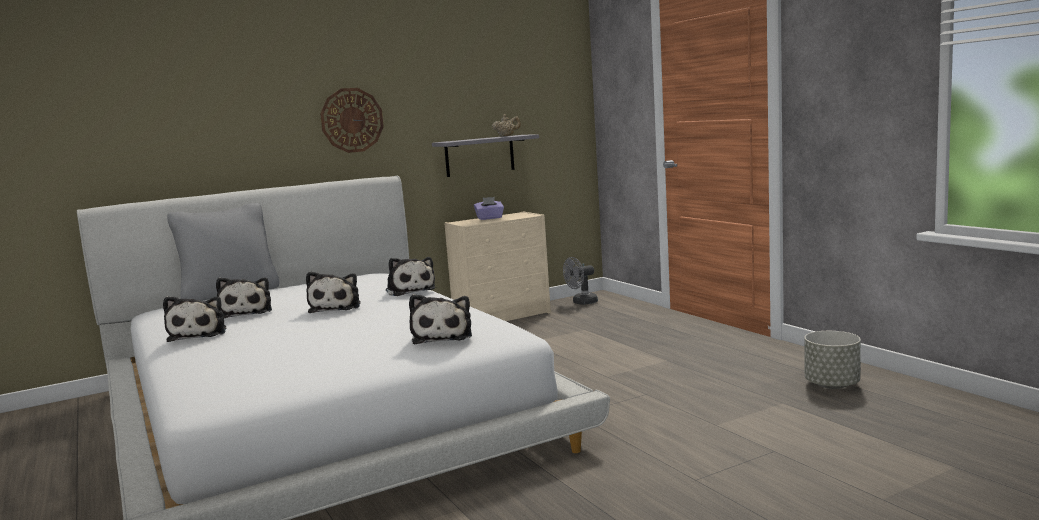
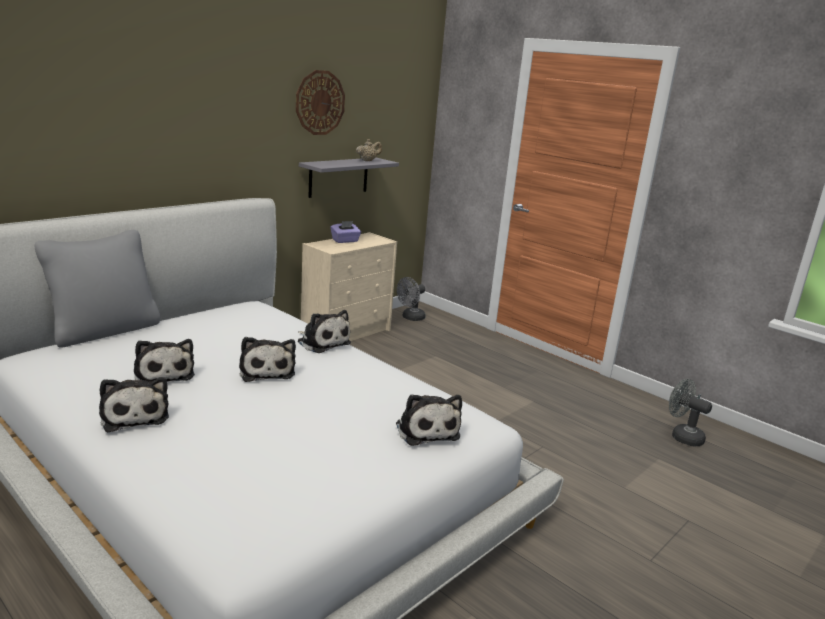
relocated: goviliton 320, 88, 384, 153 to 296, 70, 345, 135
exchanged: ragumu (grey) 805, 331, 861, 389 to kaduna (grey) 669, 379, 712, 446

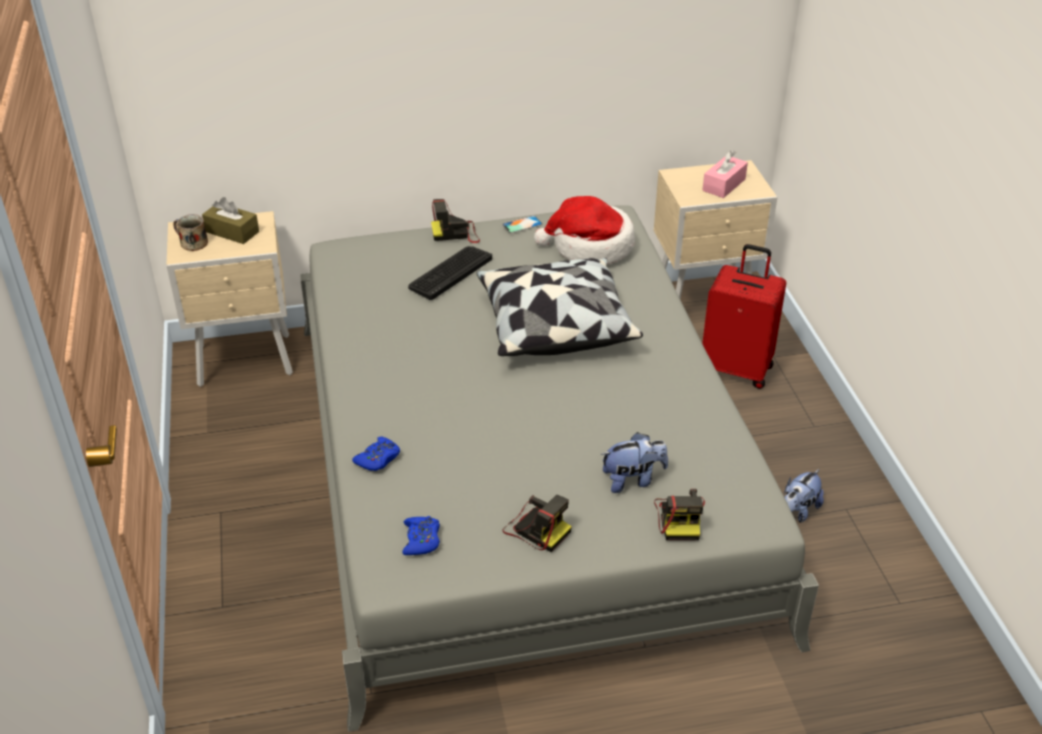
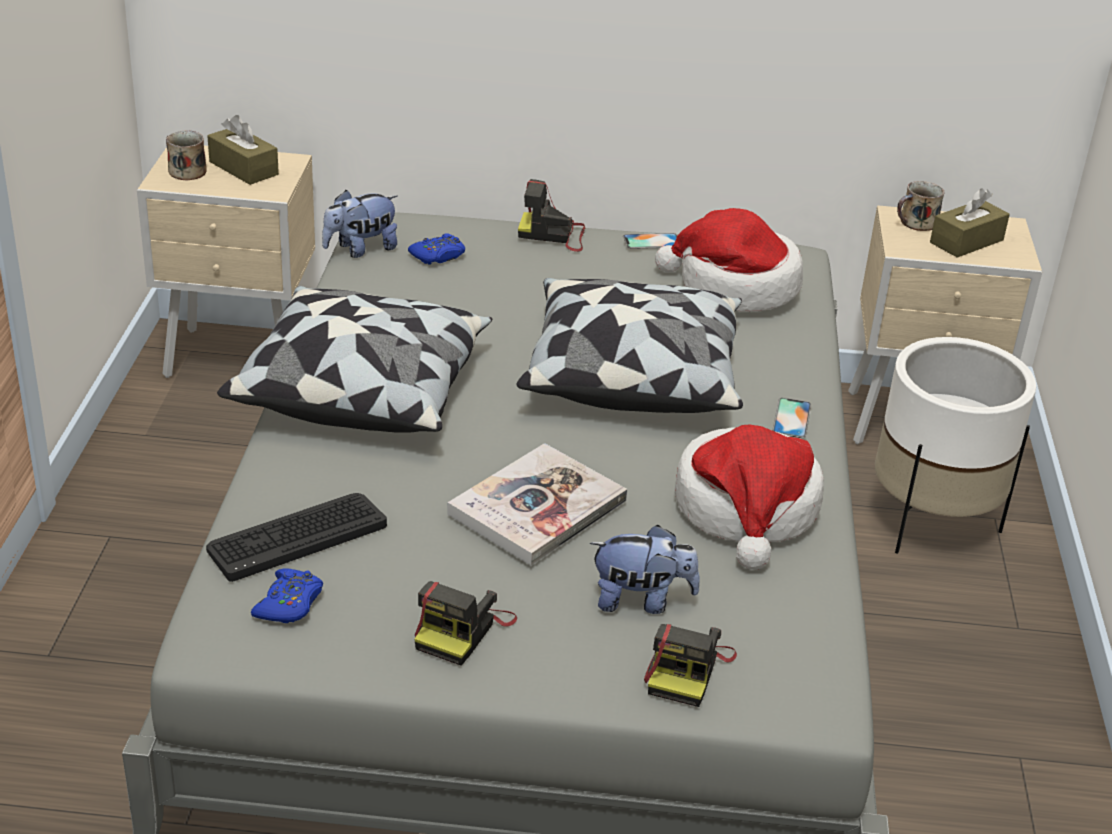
appeared: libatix 897, 181, 944, 231; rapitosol 217, 286, 492, 433; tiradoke 772, 398, 812, 438; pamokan 675, 425, 824, 570; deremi 447, 443, 627, 566
relocated: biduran 408, 246, 492, 300 to 206, 493, 387, 582; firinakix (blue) 352, 437, 400, 471 to 408, 233, 465, 265; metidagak 784, 469, 824, 523 to 322, 190, 398, 258
exchanged: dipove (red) 702, 244, 786, 389 to ragumu (white) 875, 337, 1036, 554
colour: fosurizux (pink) 703, 150, 748, 198 to fosurizux (brown) 930, 188, 1010, 258
spun: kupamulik 503, 495, 572, 552 = 414, 581, 517, 666 60 degrees clockwise

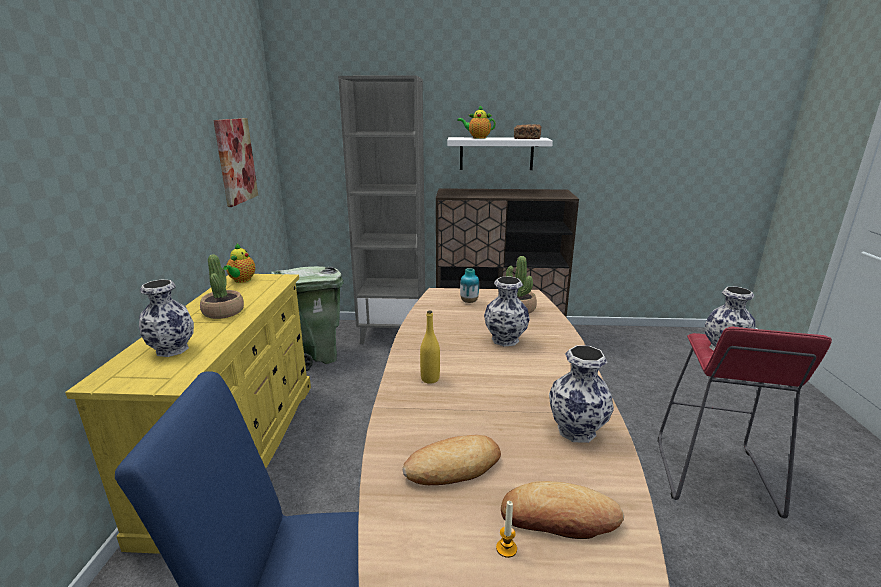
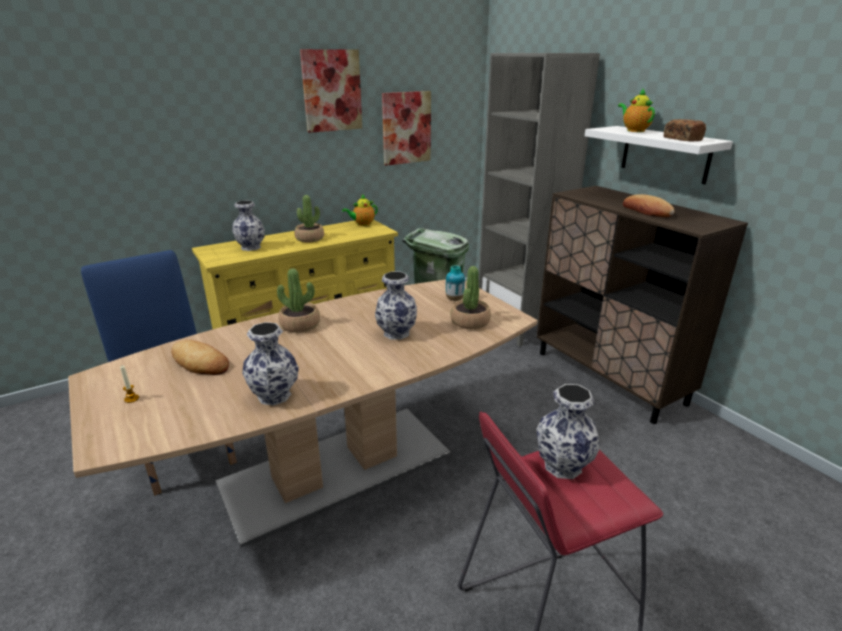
appeared: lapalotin 300, 49, 362, 133
relocated: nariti 501, 481, 624, 539 to 623, 194, 675, 218
exchanged: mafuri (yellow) 420, 310, 440, 384 to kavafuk 277, 268, 320, 333

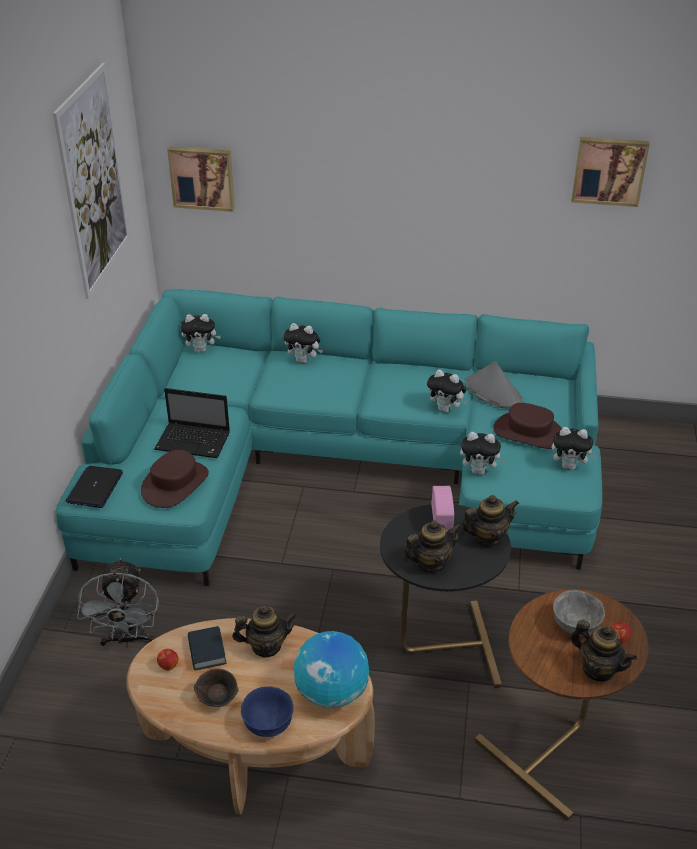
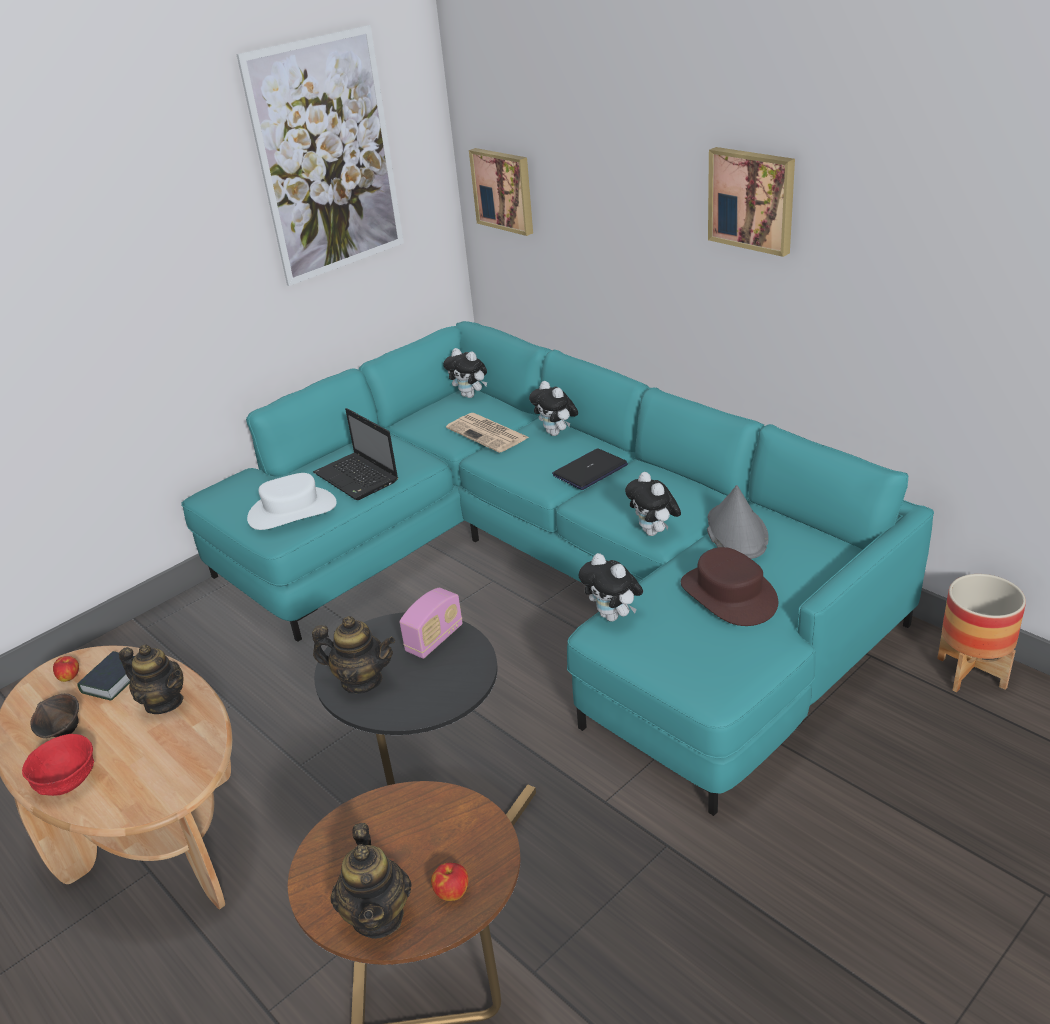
missing: metidagak 552, 427, 597, 470; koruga 461, 495, 519, 547; kaduna (grey) 77, 558, 159, 647; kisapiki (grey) 553, 590, 605, 636; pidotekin 294, 631, 369, 708
appeared: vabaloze 446, 413, 529, 453; ragumu 937, 574, 1026, 693
relocated: lapalotin 572, 137, 650, 207 to 708, 147, 795, 257; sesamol 65, 466, 123, 508 to 552, 449, 628, 490
colour: pamokan (brown) 141, 450, 209, 508 to pamokan (white) 247, 473, 337, 530; kisapiki (blue) 241, 687, 294, 737 to kisapiki (red) 22, 734, 94, 796

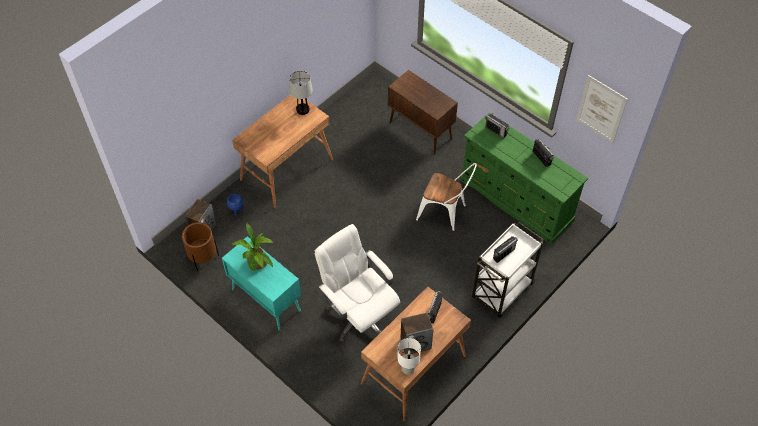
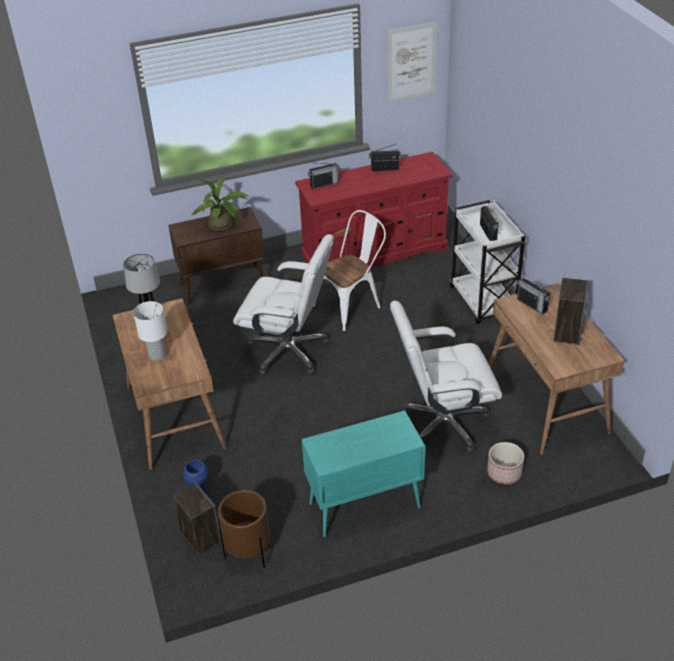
appeared: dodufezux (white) 233, 234, 334, 375; ragumu 487, 442, 524, 484
relocated: kavafuk 232, 223, 273, 271 to 192, 178, 249, 231; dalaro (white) 397, 338, 421, 375 to 133, 301, 167, 361
colour: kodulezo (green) 460, 113, 588, 245 to kodulezo (red) 295, 152, 452, 267

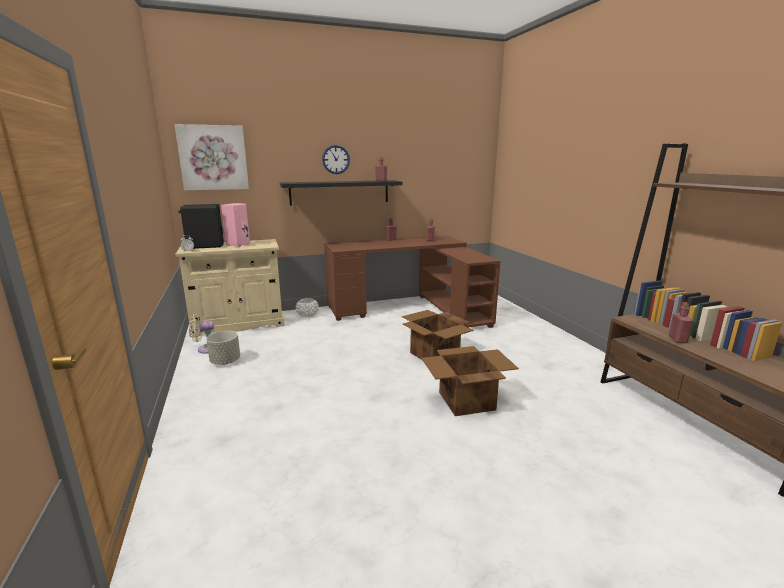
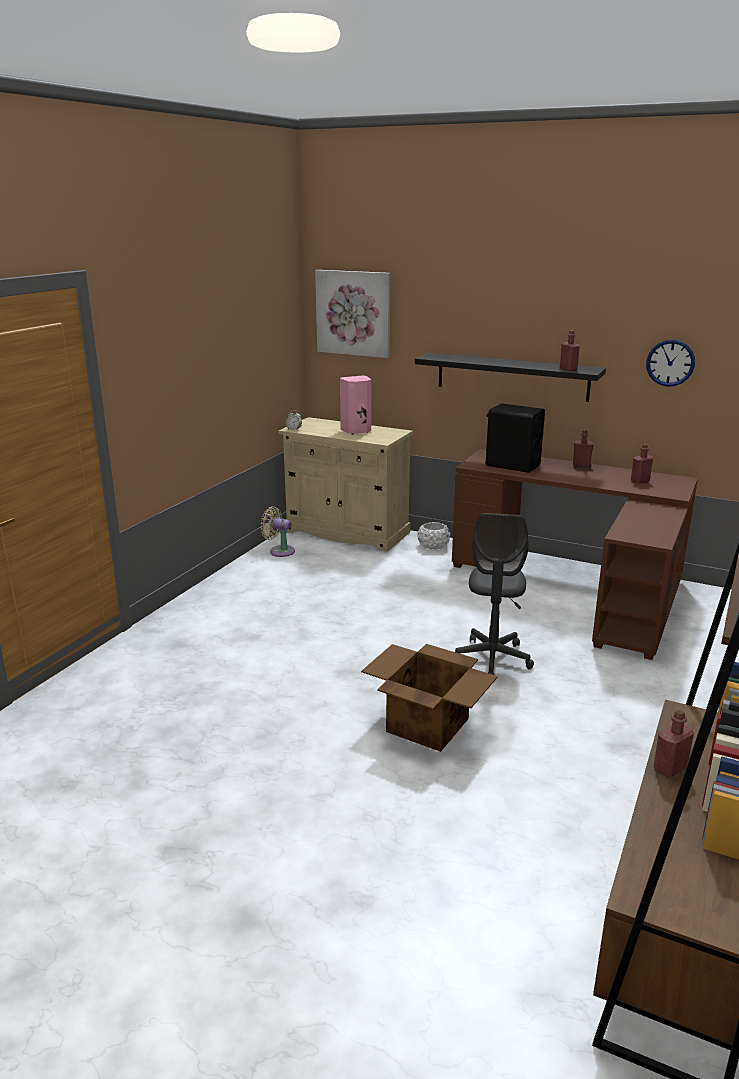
missing: ragumu (grey) 206, 331, 240, 365
relocated: goviliton 322, 145, 350, 174 to 646, 340, 695, 387; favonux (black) 178, 204, 224, 249 to 486, 403, 545, 473
exchanged: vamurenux 402, 310, 473, 360 to dodufezux (grey) 455, 513, 534, 675

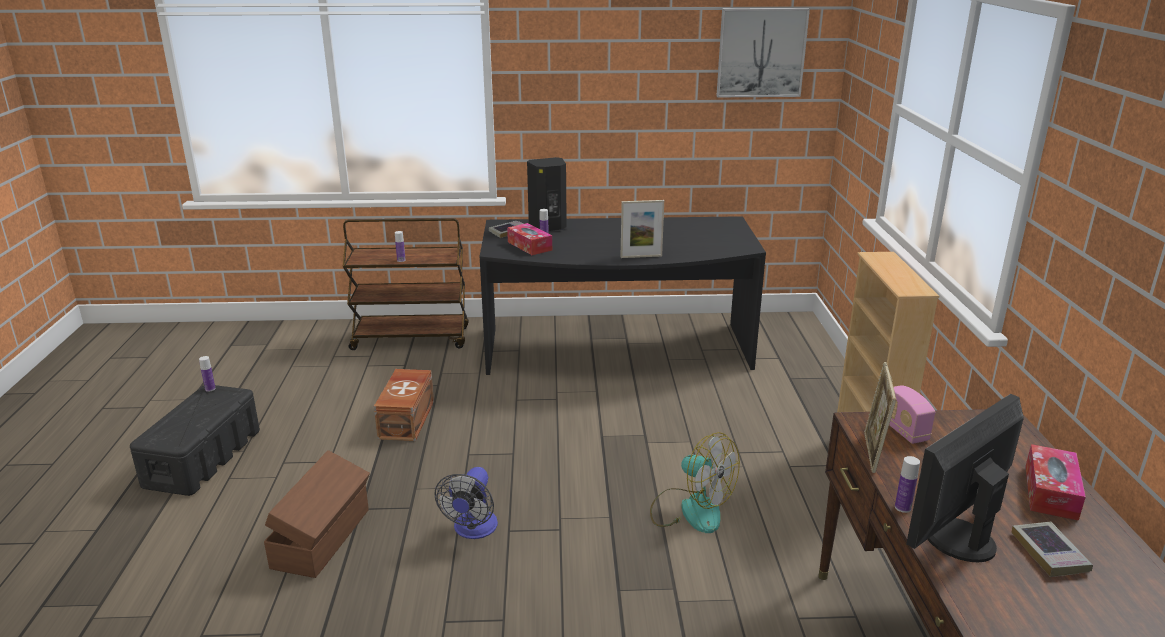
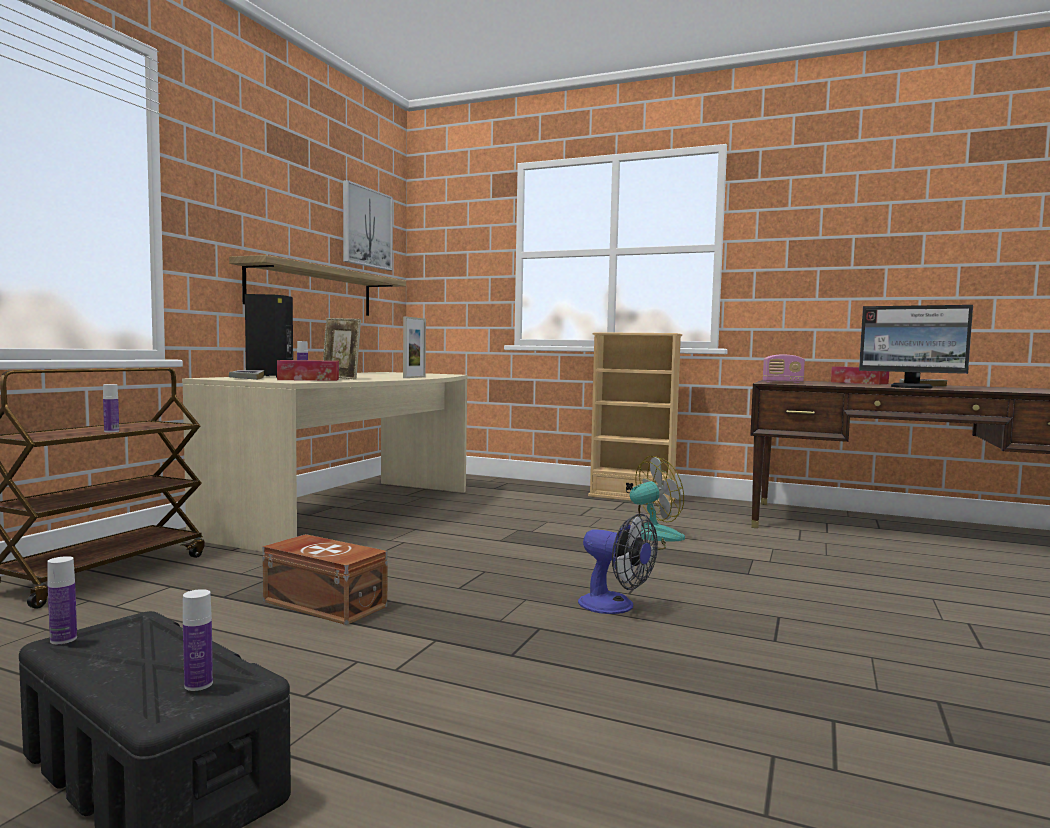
missing: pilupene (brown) 264, 450, 370, 578
appeared: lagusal 229, 255, 406, 316
relocated: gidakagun 864, 362, 897, 473 to 323, 318, 361, 380; mafuri 895, 456, 920, 513 to 183, 589, 213, 691
colour: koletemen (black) 480, 216, 766, 375 to koletemen (beige) 182, 372, 468, 552
spun: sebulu 906, 394, 1024, 562 = 859, 305, 973, 388 45 degrees counterclockwise

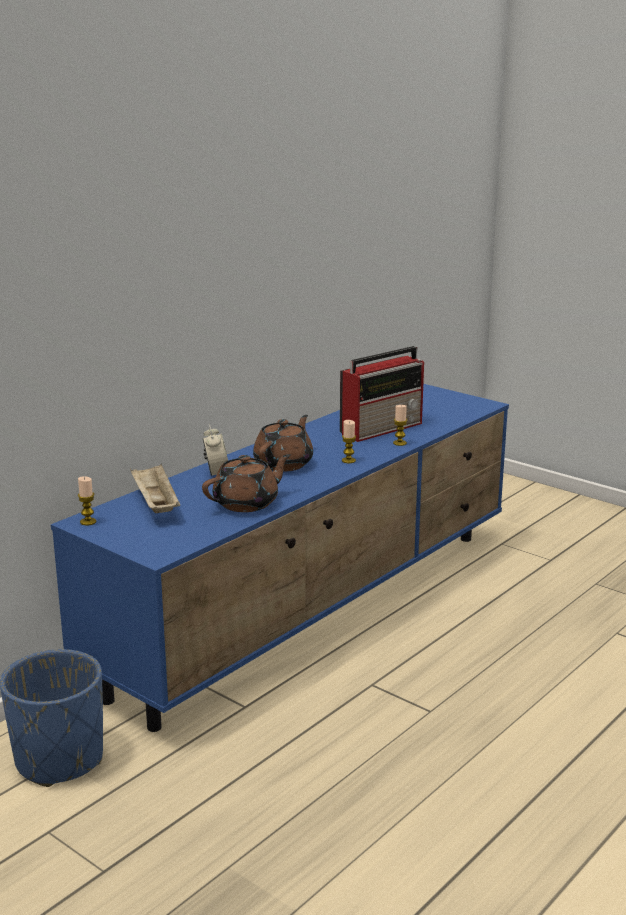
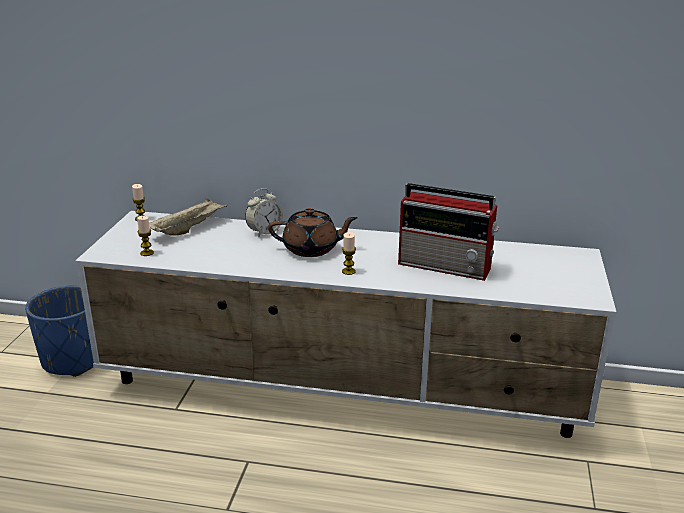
missing: koruga (brown) 202, 454, 291, 512
relocated: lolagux 393, 405, 408, 446 to 137, 216, 154, 256
colour: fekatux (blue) 51, 384, 509, 732 to fekatux (white) 75, 211, 616, 438

